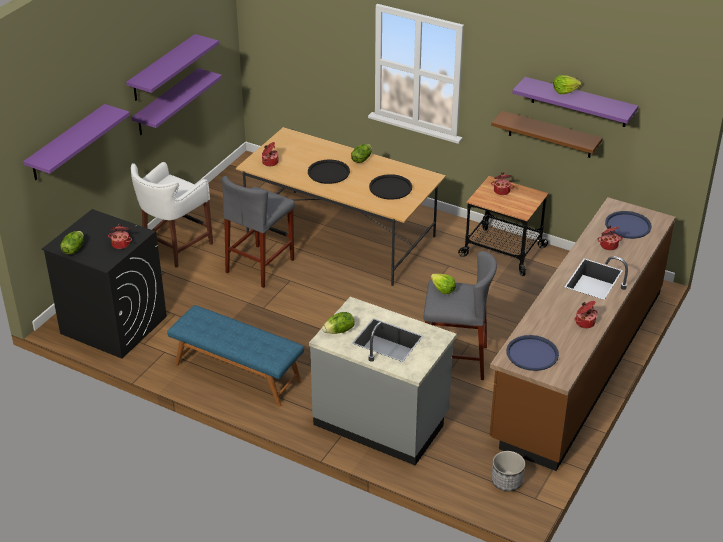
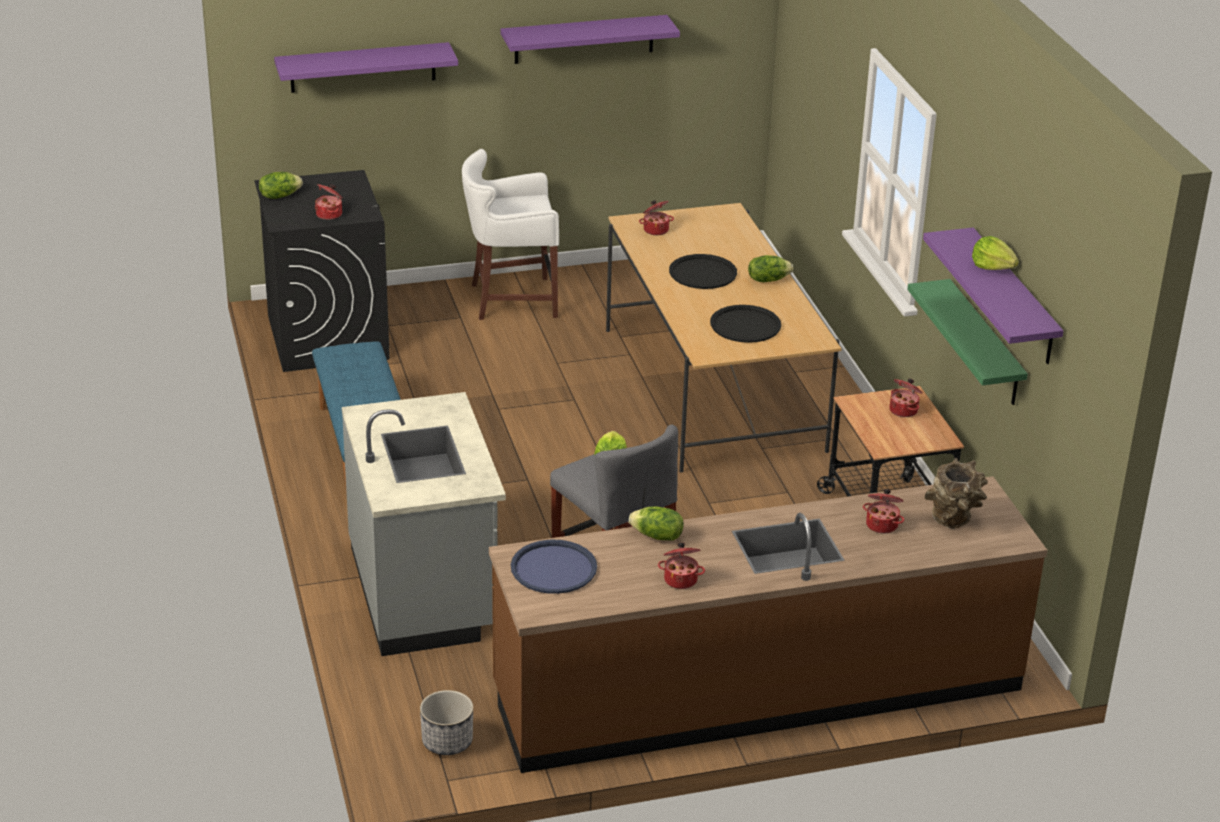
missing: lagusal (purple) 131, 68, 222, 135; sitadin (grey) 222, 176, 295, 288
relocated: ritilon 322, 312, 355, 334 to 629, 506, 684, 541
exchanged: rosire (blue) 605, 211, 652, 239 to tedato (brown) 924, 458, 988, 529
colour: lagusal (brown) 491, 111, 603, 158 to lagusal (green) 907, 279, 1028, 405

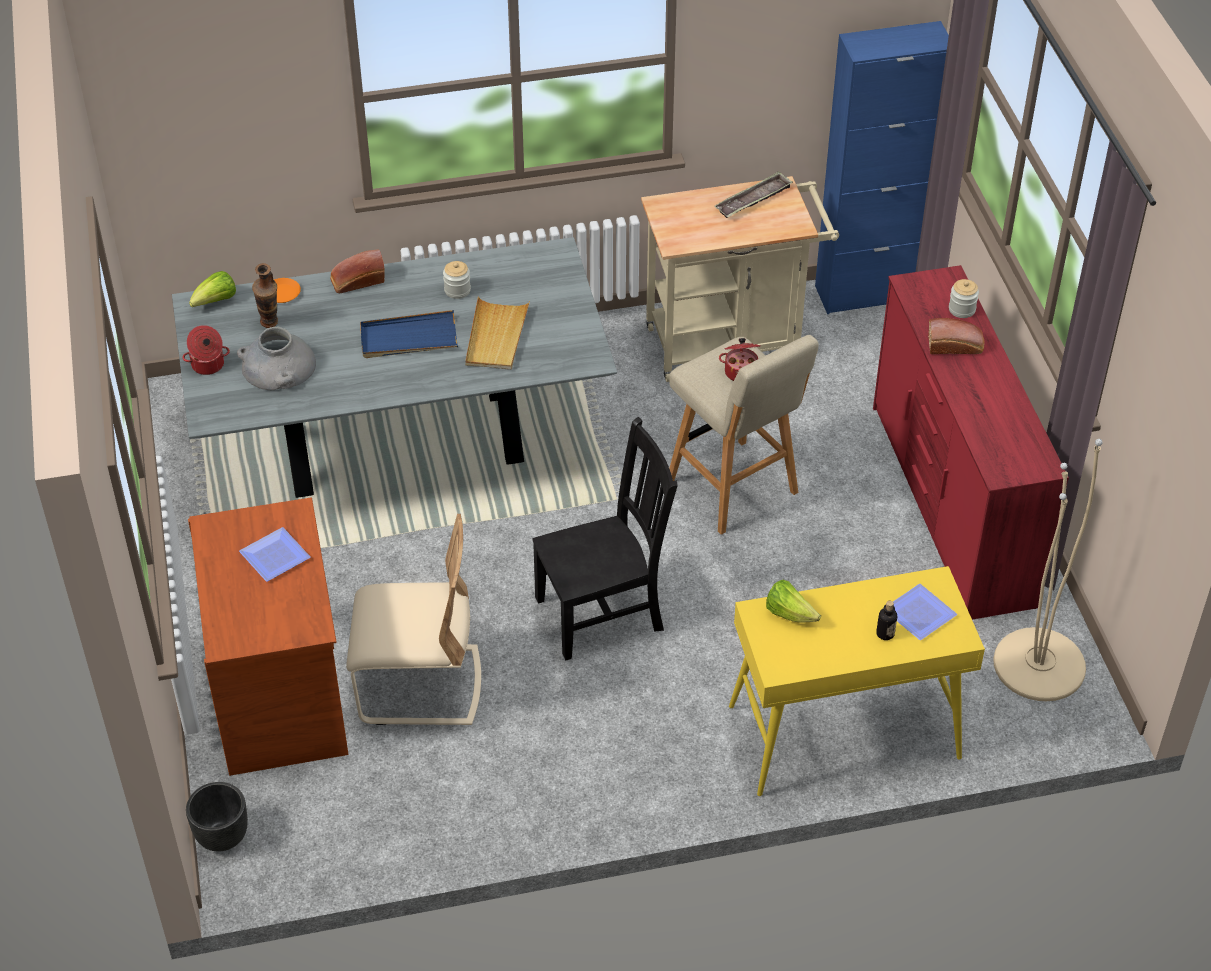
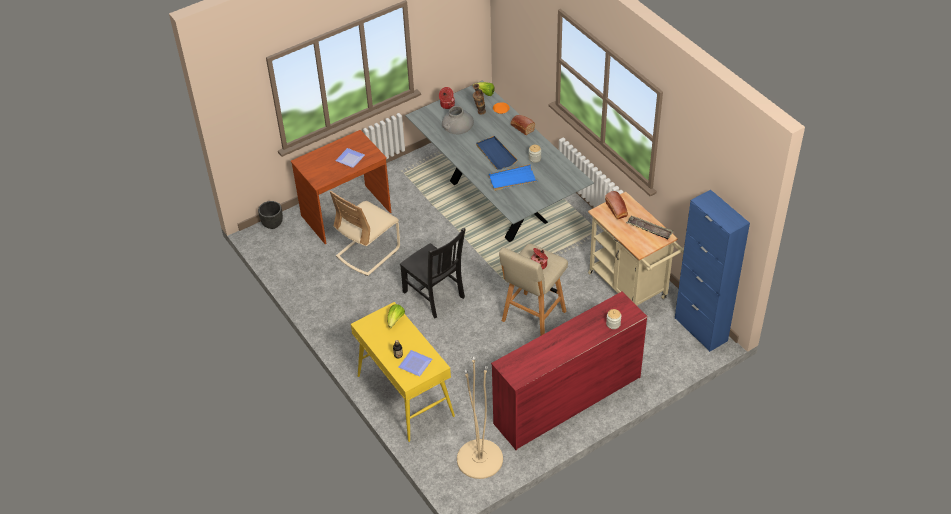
relocated: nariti 928, 318, 984, 354 to 605, 191, 628, 219
colour: rosire (beige) 465, 296, 530, 370 to rosire (blue) 489, 164, 538, 191
spun: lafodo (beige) 346, 514, 481, 725 = 330, 190, 400, 276 60 degrees clockwise

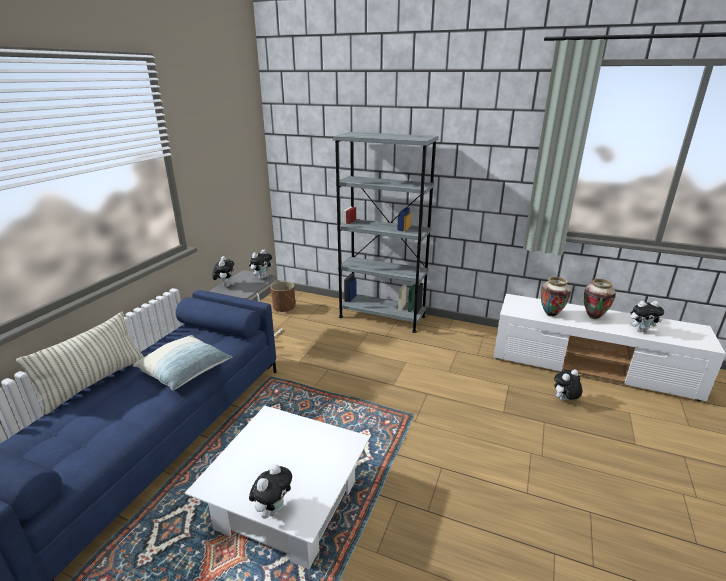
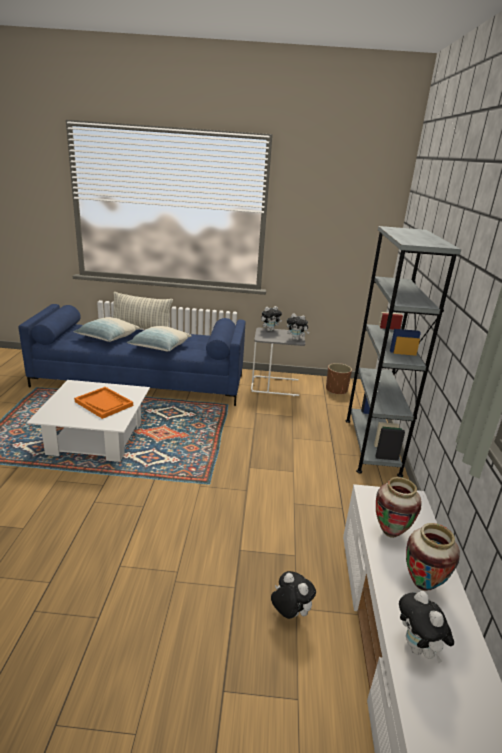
missing: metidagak 249, 464, 292, 519
appeared: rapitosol 73, 317, 140, 342; rosire (orange) 74, 387, 133, 419

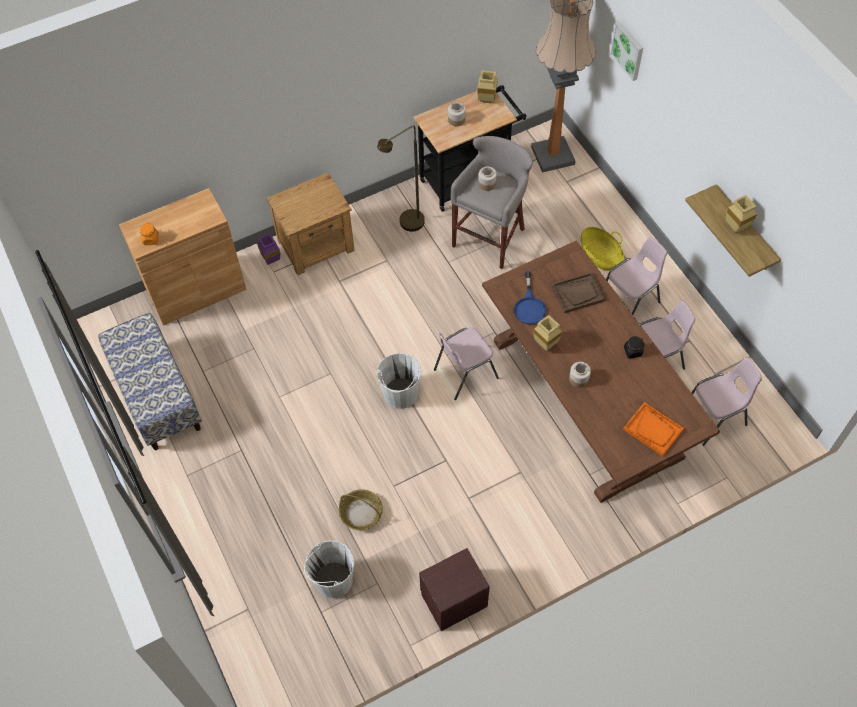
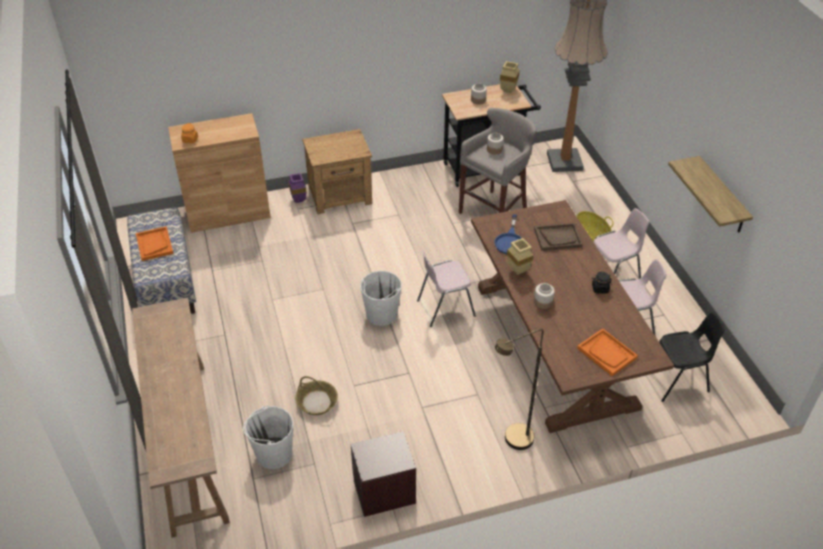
missing: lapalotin 610, 22, 643, 81; tedato (beige) 726, 195, 757, 233
appeared: rosire (orange) 136, 226, 174, 261; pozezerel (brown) 132, 297, 230, 538
relocated: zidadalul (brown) 377, 125, 425, 232 to 495, 329, 543, 450
colour: lafodo (pink) 691, 358, 762, 446 to lafodo (black) 659, 312, 725, 402

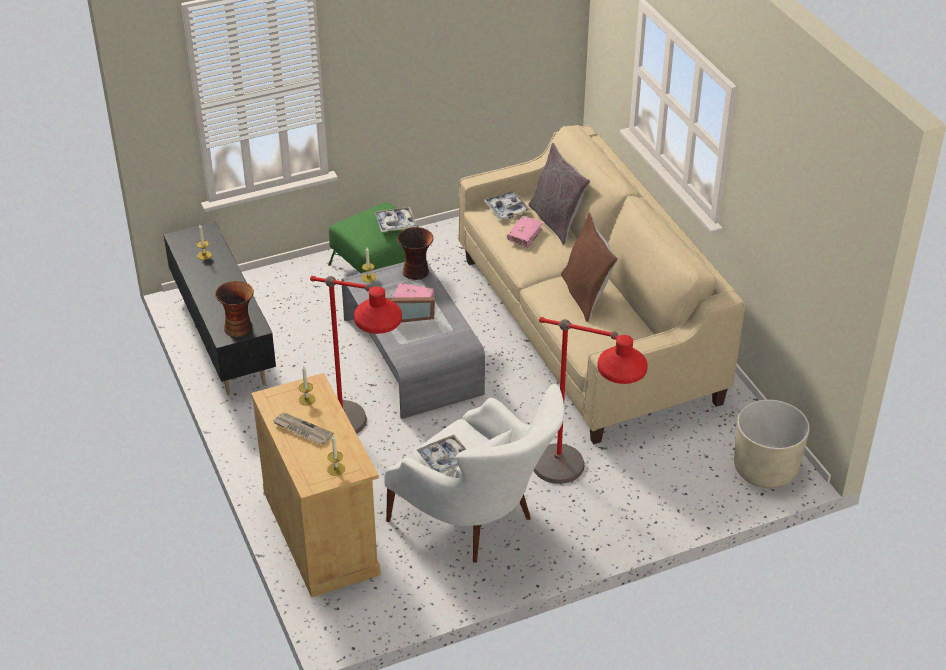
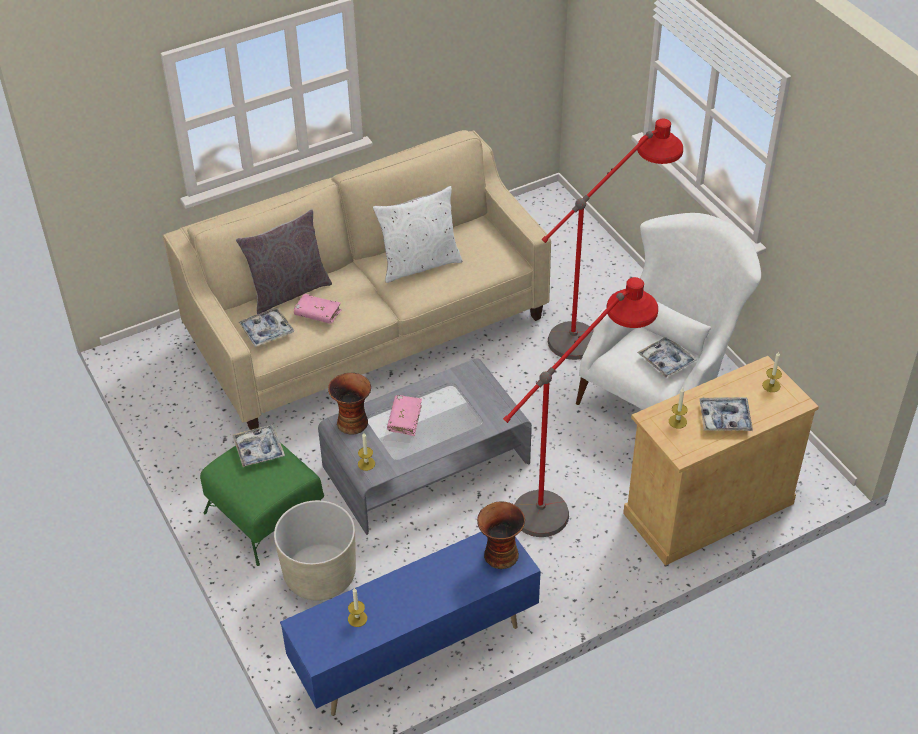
missing: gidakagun 386, 297, 435, 323
relocated: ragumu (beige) 734, 399, 810, 488 to 274, 500, 356, 601
exchanged: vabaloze 272, 413, 334, 445 to rosire 700, 397, 753, 431
colour: rapitosol (brown) 561, 213, 618, 322 to rapitosol (white) 373, 186, 463, 283; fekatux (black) 163, 222, 276, 395 to fekatux (blue) 280, 532, 541, 716

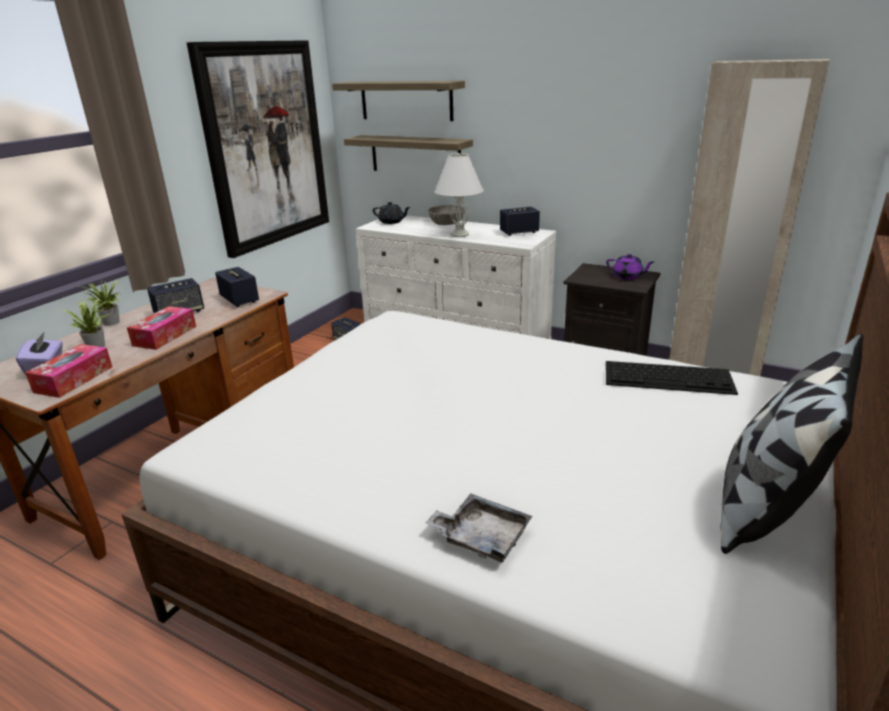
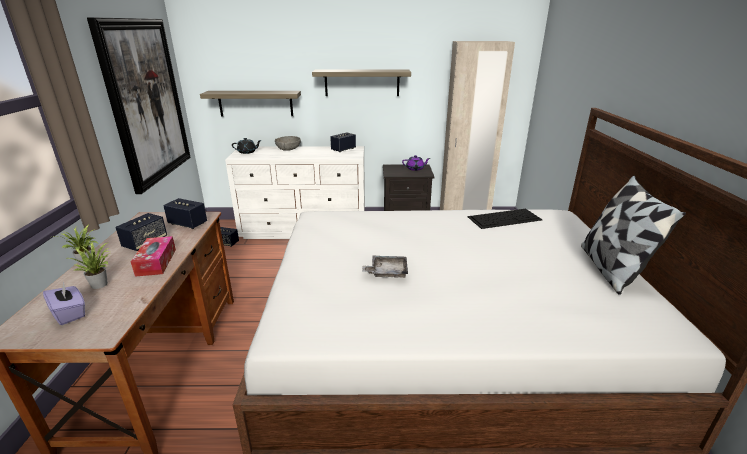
missing: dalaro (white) 435, 153, 484, 237; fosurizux 25, 344, 112, 398
relocated: lagusal 332, 81, 465, 121 to 312, 70, 411, 96; rosire (grey) 425, 493, 532, 562 to 362, 256, 408, 278

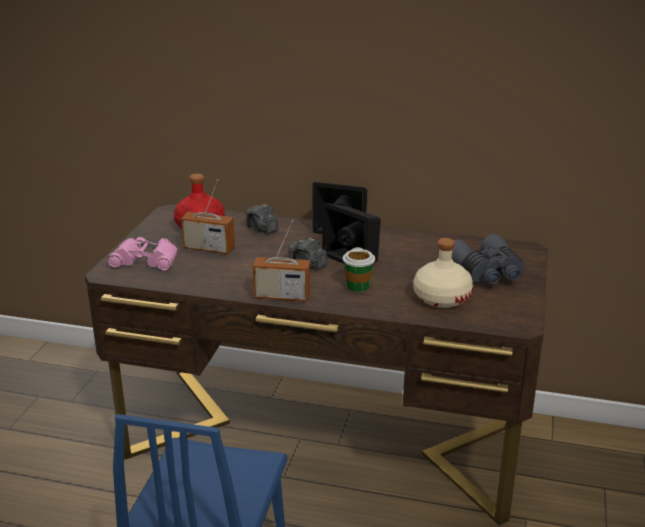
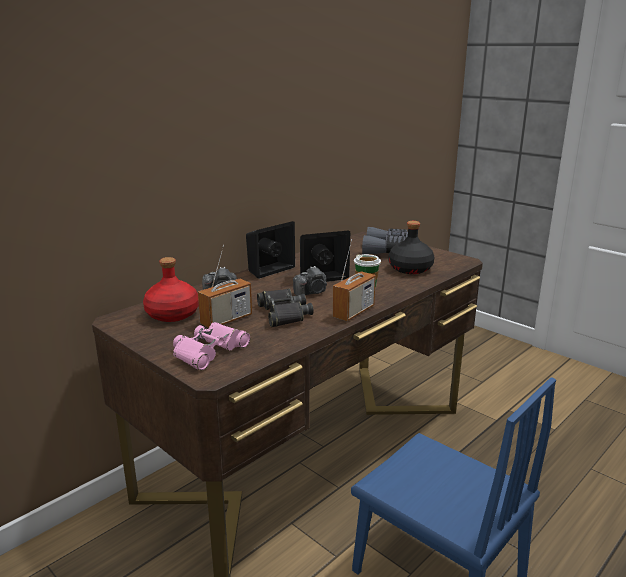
appeared: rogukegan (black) 257, 289, 313, 327
colour: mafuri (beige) 413, 238, 474, 308 to mafuri (black) 389, 221, 435, 274

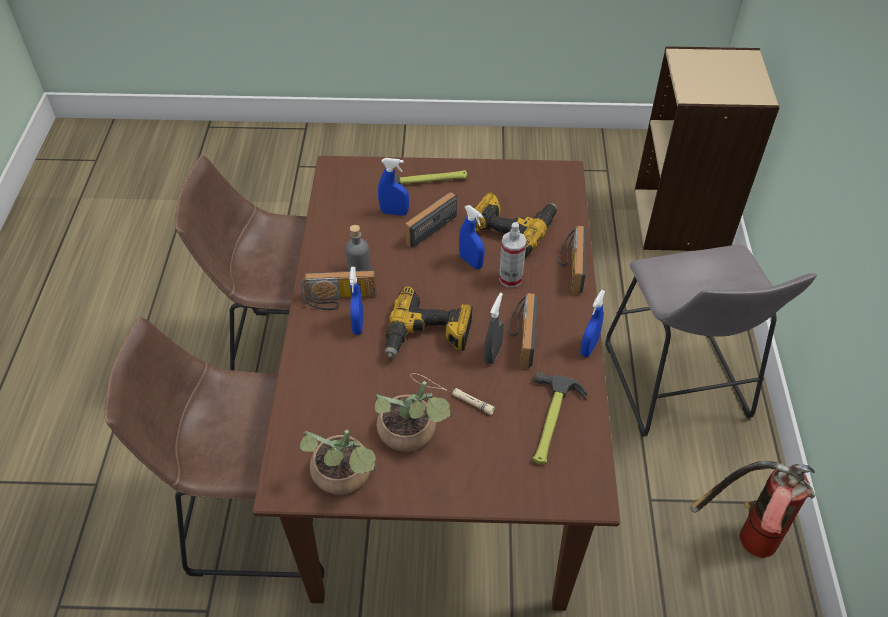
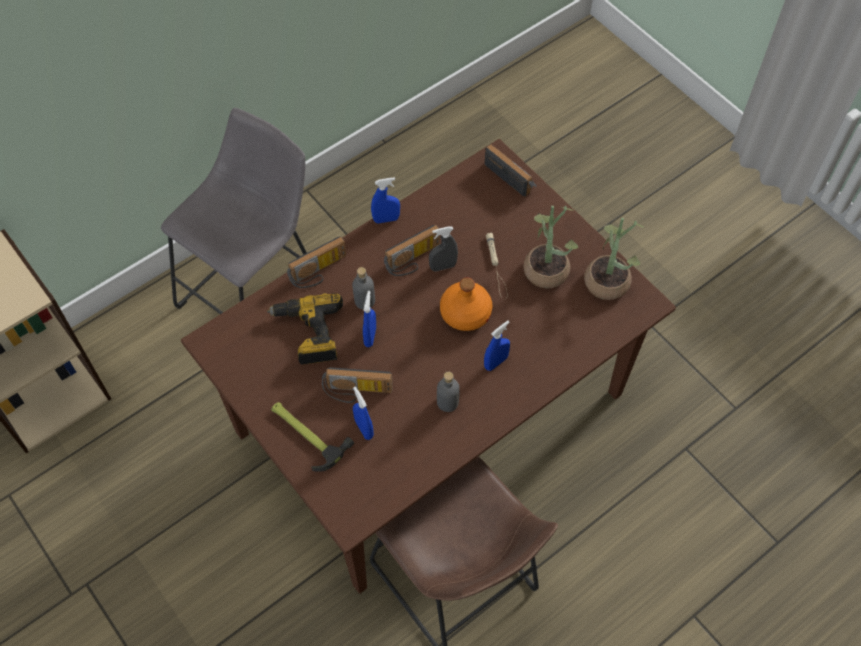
missing: sitadin (brown) 104, 317, 325, 578; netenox 533, 372, 587, 465; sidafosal 690, 461, 816, 558
relocated: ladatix 301, 270, 376, 310 to 485, 144, 537, 196
exchanged: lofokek 499, 222, 527, 288 to mafuri (grey) 352, 267, 375, 310; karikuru 385, 286, 473, 358 to mafuri (orange) 440, 277, 492, 331

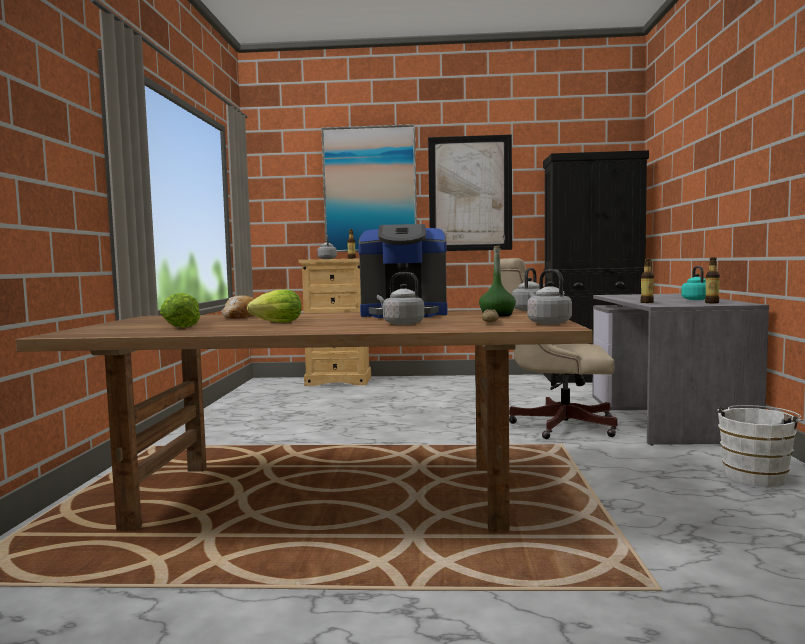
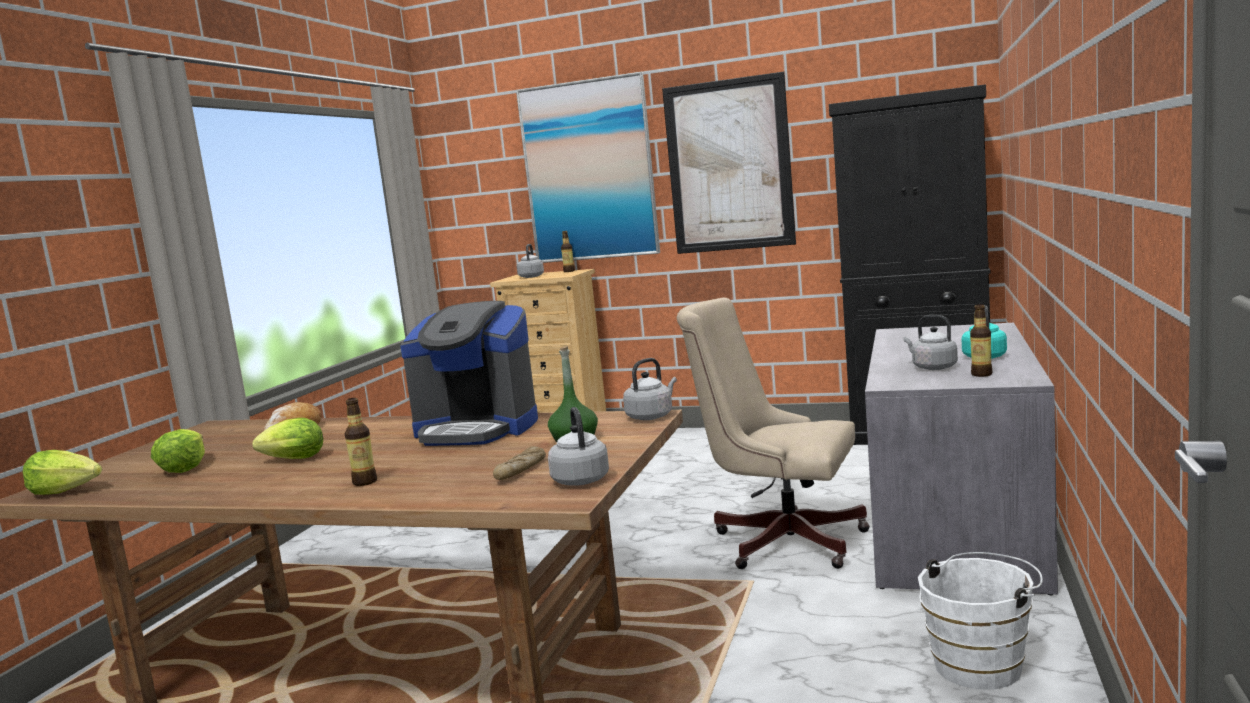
appeared: ritilon 23, 450, 102, 495
relocated: mafuri 641, 259, 654, 303 to 345, 398, 377, 486; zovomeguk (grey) 377, 272, 424, 325 to 904, 315, 958, 370

